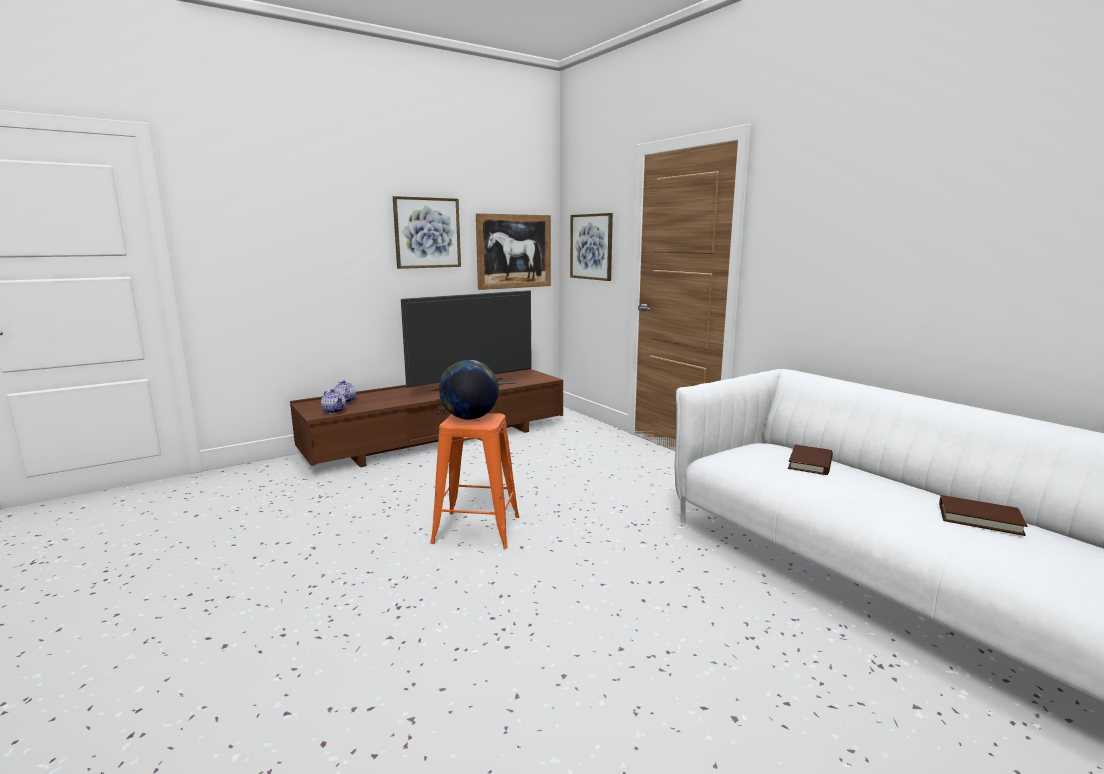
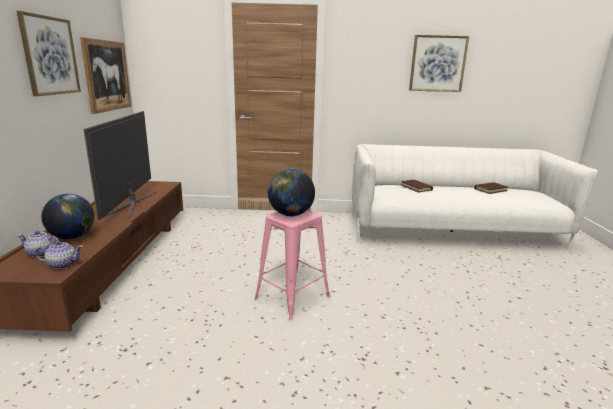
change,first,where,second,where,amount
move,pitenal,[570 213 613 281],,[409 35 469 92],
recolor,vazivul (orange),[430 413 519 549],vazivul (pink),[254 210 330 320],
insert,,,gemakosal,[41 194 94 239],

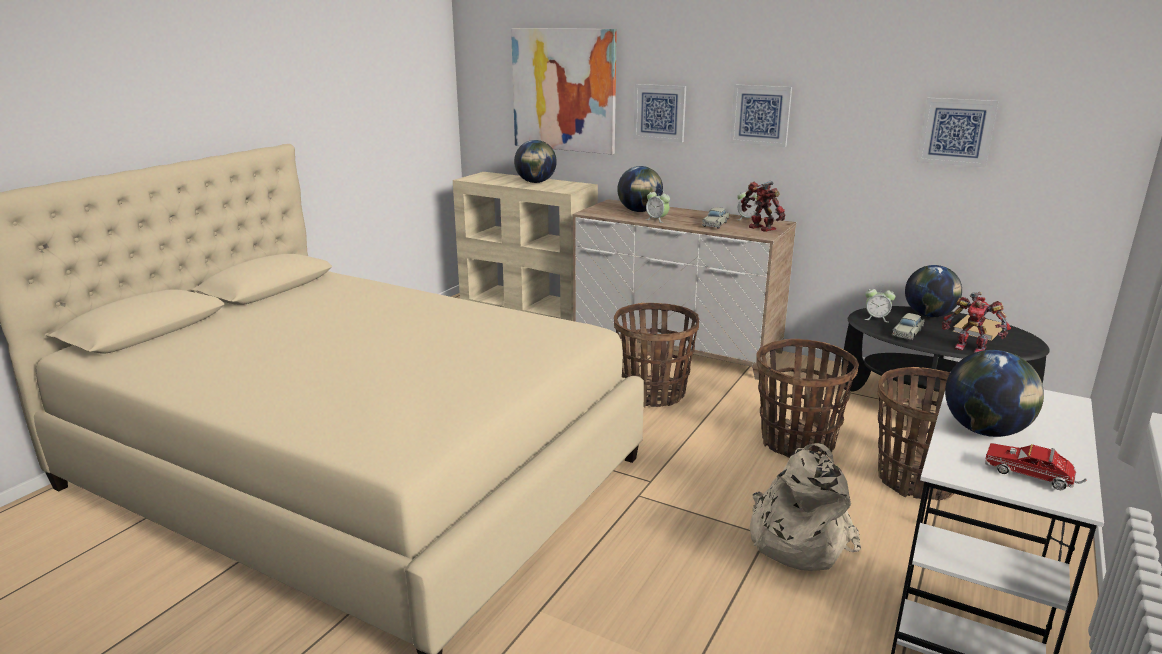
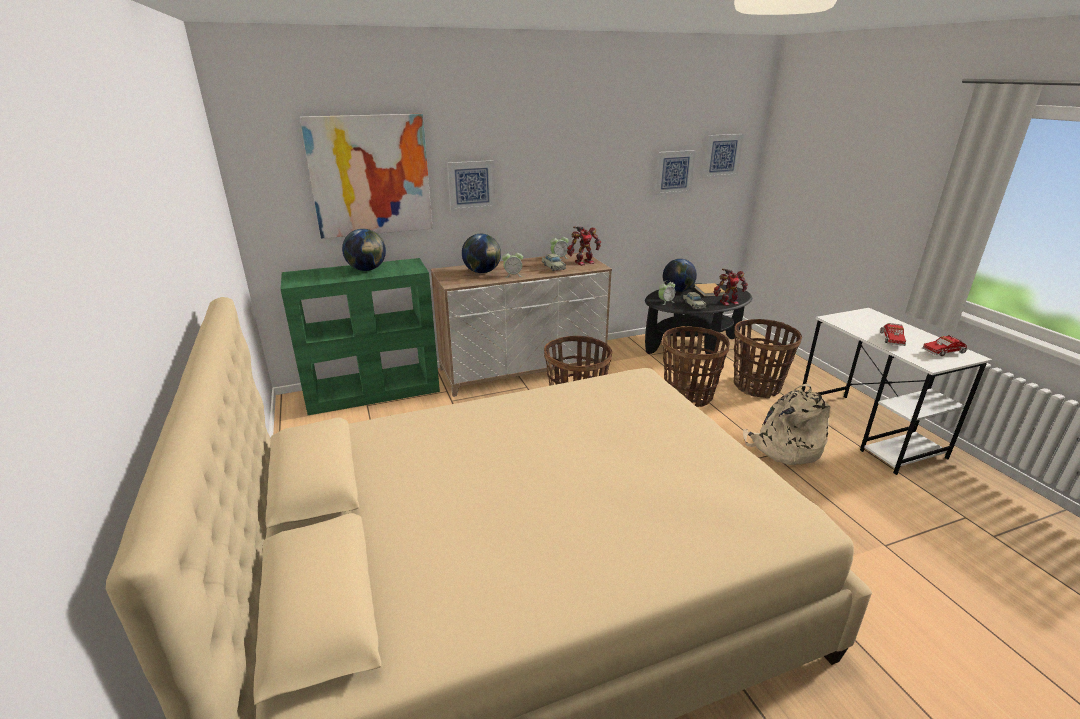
change,first,where,second,where,amount
move,pitenal,[730 85 792 147],,[703 134 744 178],
recolor,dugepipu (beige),[453 172 598 321],dugepipu (green),[281 258 440 415],
rotate,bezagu,[741 181 786 232],,[567 226 601 266],150 degrees clockwise
replace,gemakosal,[945 350 1044 437],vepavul,[880 323 906 346],

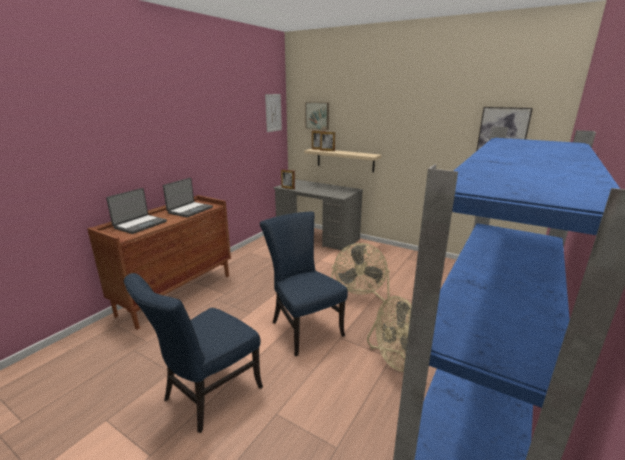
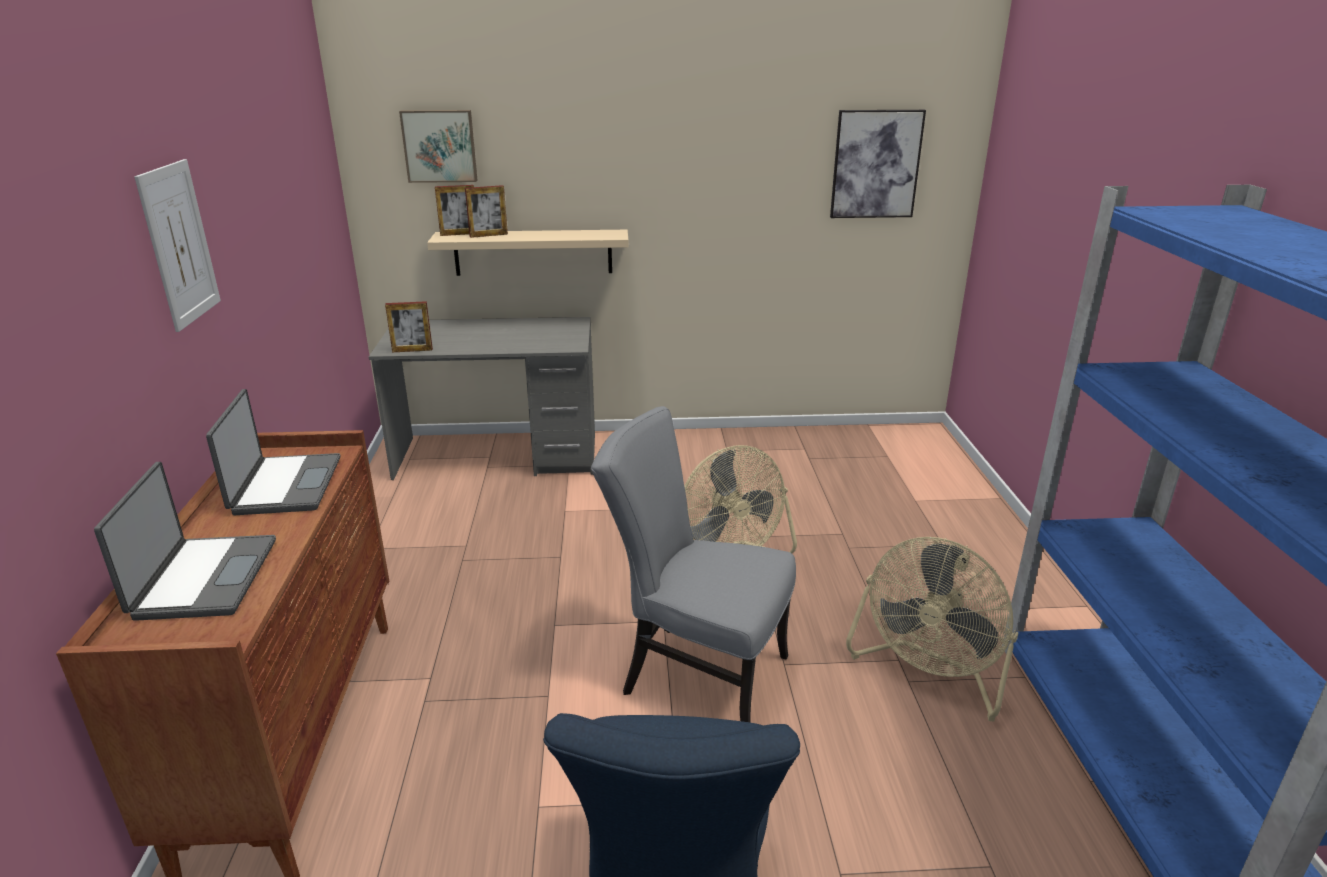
change,first,where,second,where,amount
move,pitenal,[265 94 282 132],,[134 159 221 332],
recolor,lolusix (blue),[260 211 348 356],lolusix (grey),[591 406 796 723],

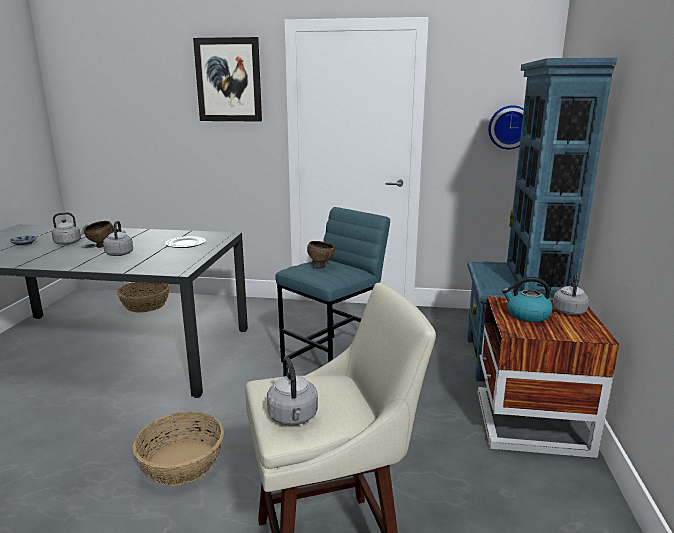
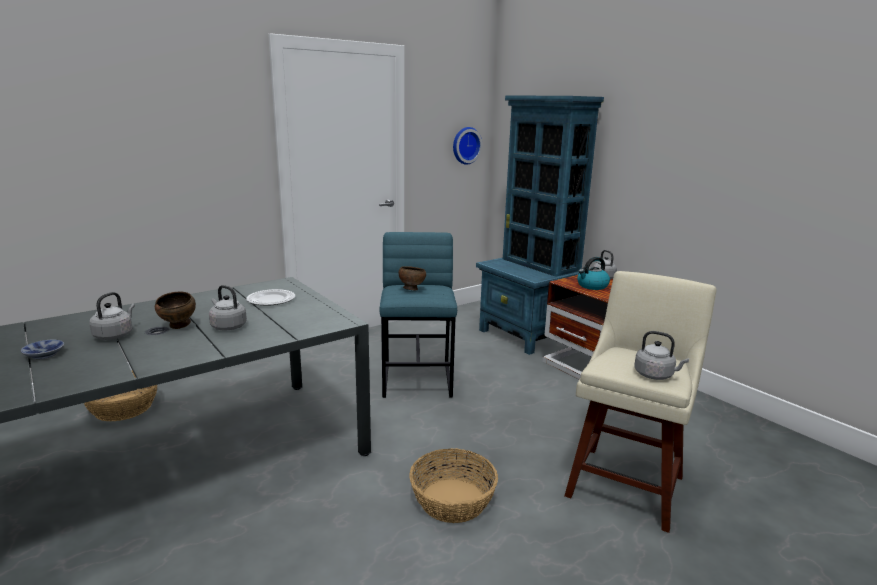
change,first,where,second,where,amount
delete,pitenal,[193 37 262 122],,,

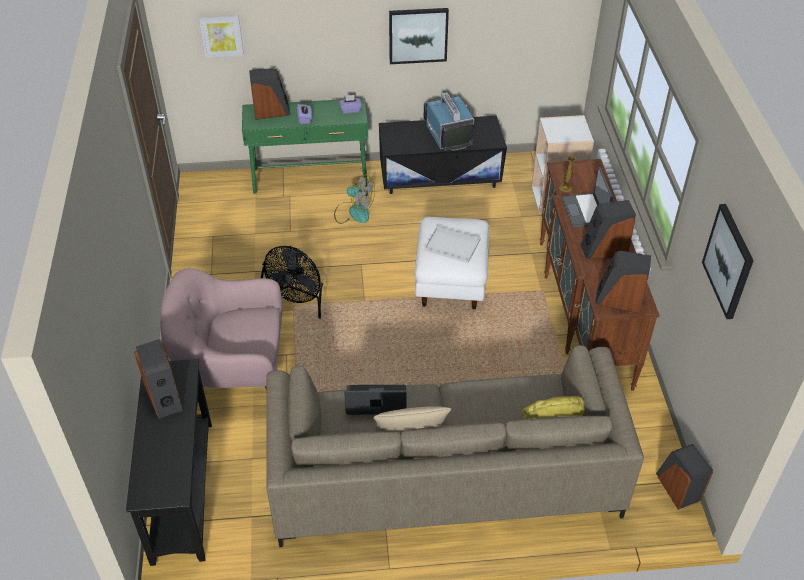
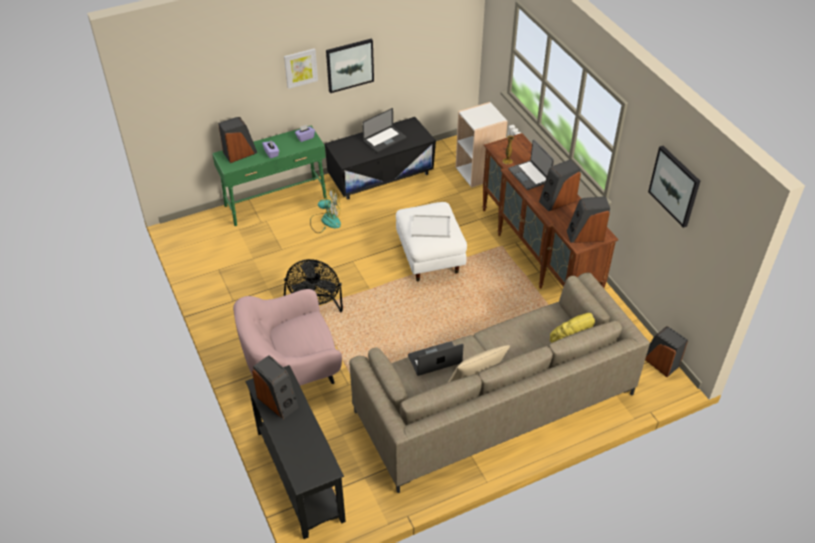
change,first,where,second,where,amount
move,pitenal,[199 15 244 58],,[284 48 318 89],
replace,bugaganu,[424 92 475 151],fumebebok,[362 108 407 153],

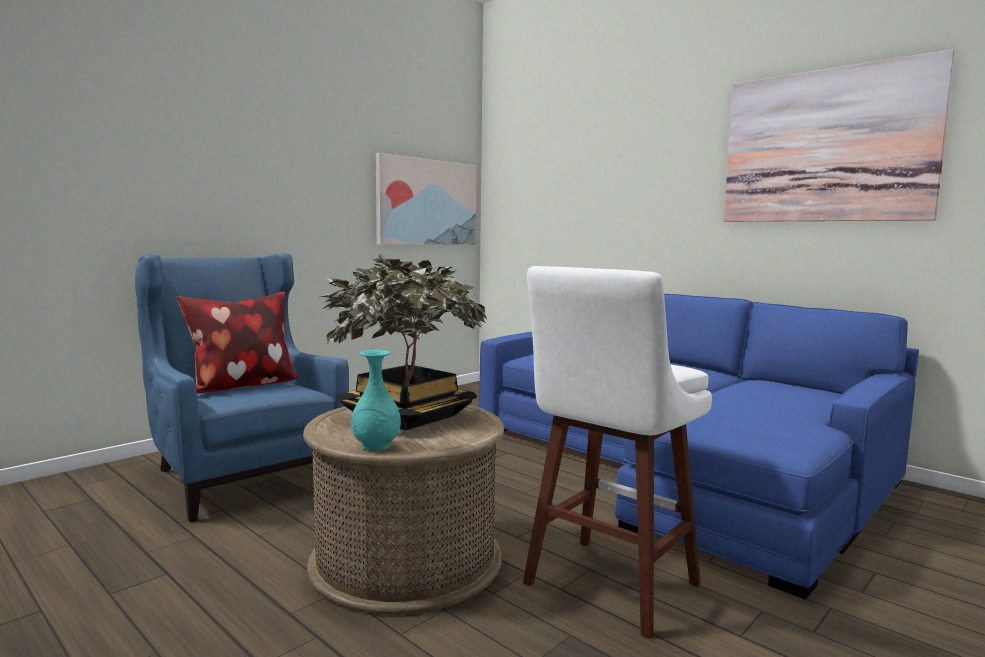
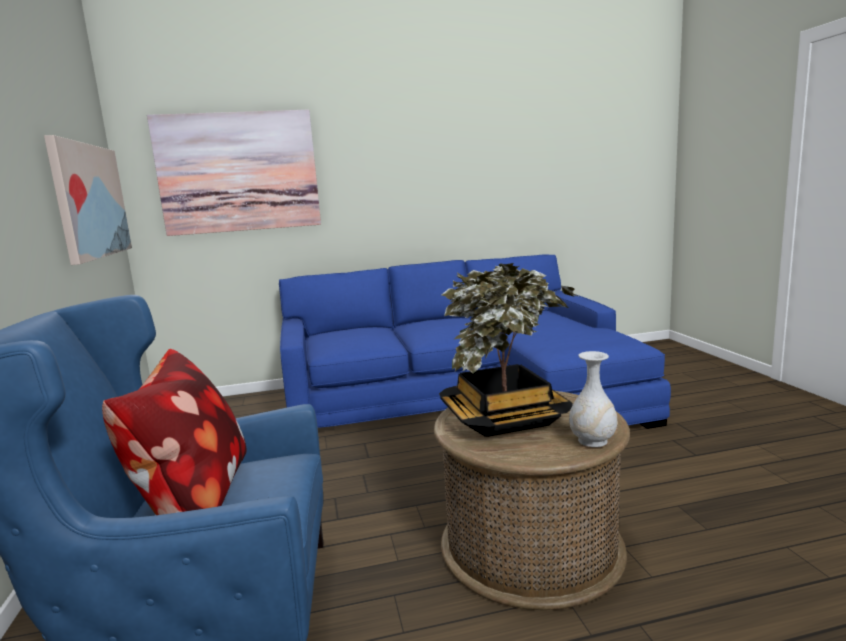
change,first,where,second,where,amount
move,pitenal,[724 49 955 222],,[147 110 321 236],
delete,vazivul (white),[523 266 712 639],,,
recolor,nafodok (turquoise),[351 350 401 451],nafodok (white),[569 351 617 447],

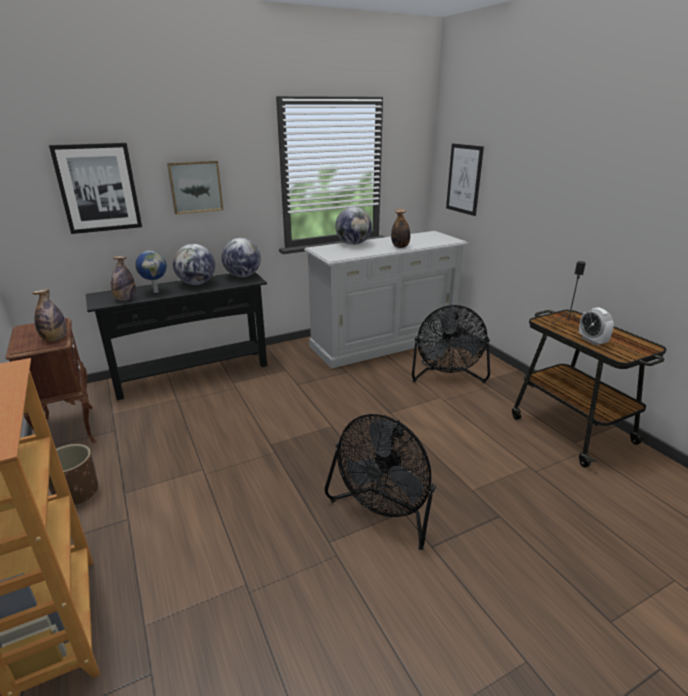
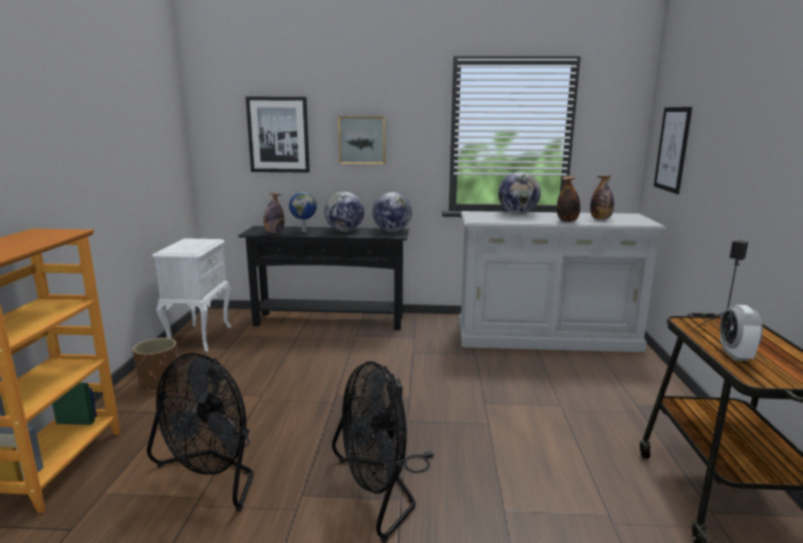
change,first,where,second,where,amount
move,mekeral,[33 289 67 341],,[590 176 614 220],
move,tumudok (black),[412 305 490 383],,[147 353 254 512],
recolor,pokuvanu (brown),[6 318 96 443],pokuvanu (white),[152 238 231 352],

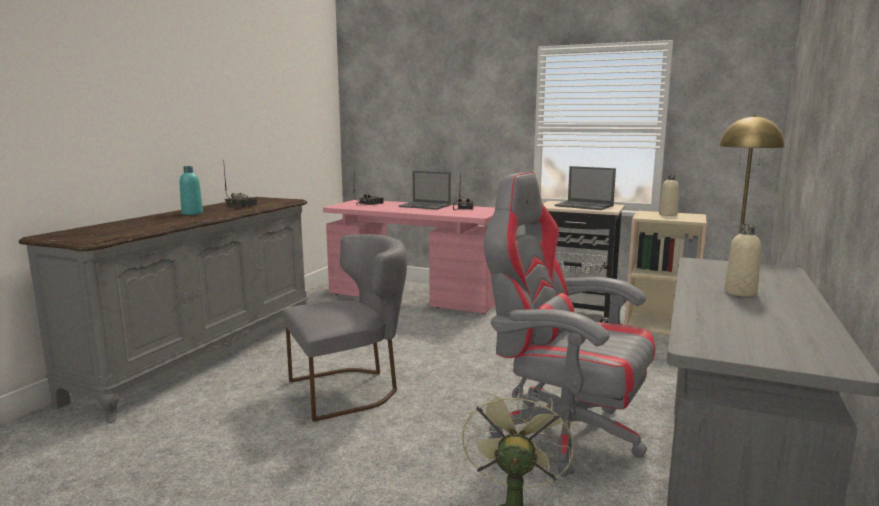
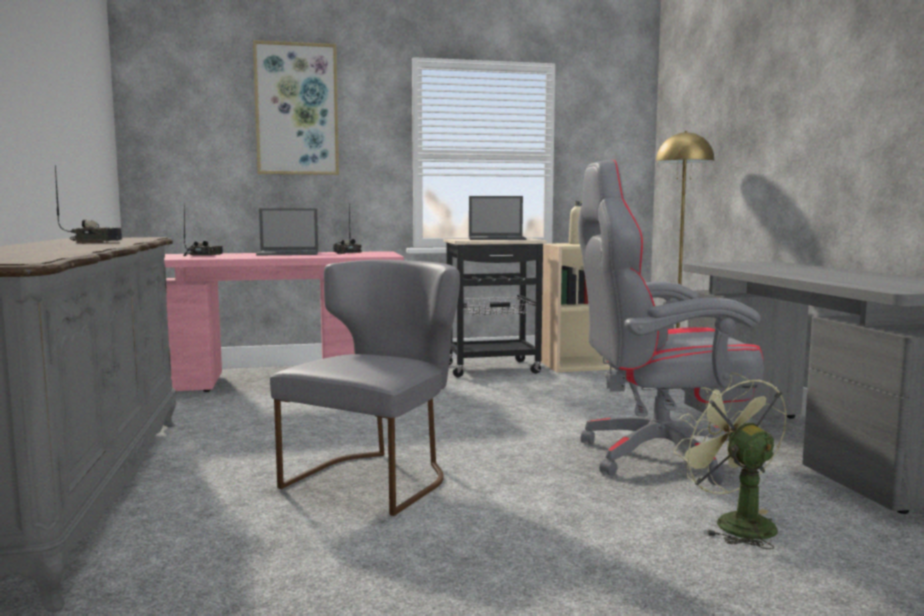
change,first,where,second,where,amount
delete,mekeral (turquoise),[179 166 203 215],,,
delete,mekeral (beige),[724 224 761 297],,,
insert,,,pitenal,[253 40 339 175],

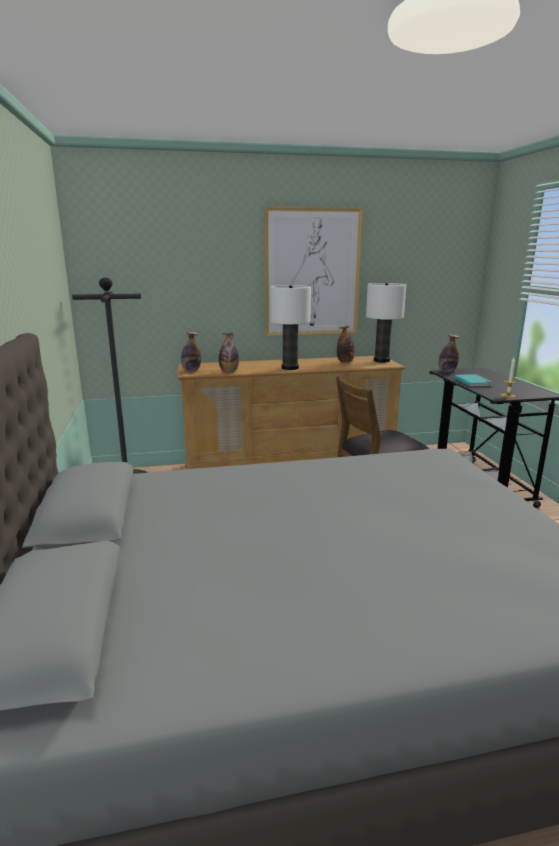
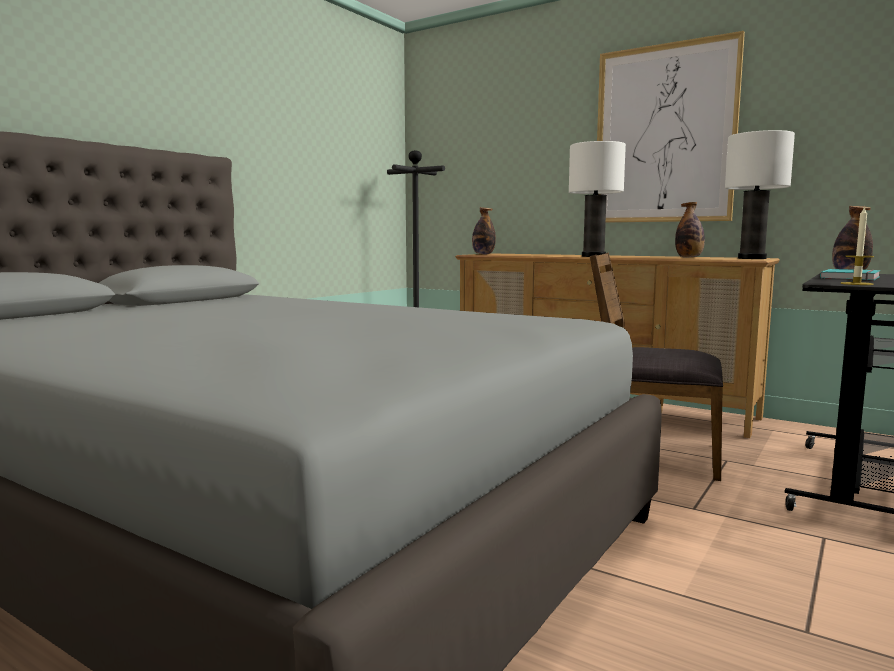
change,first,where,second,where,amount
delete,mekeral,[219 333 239 372],,,

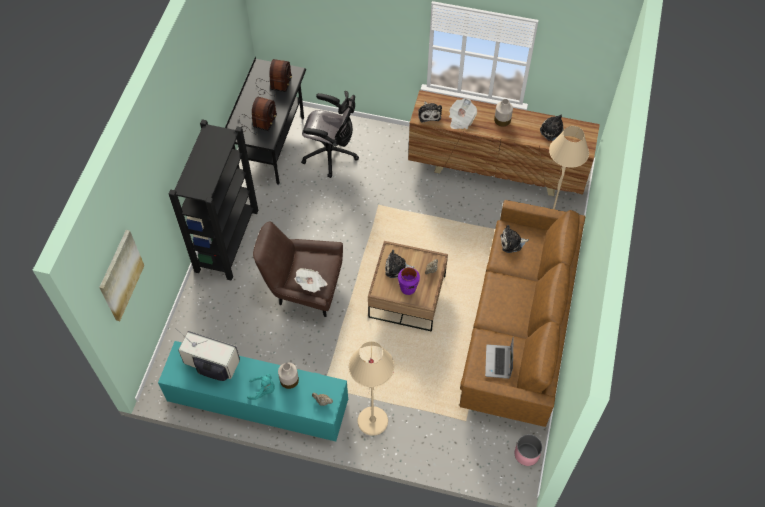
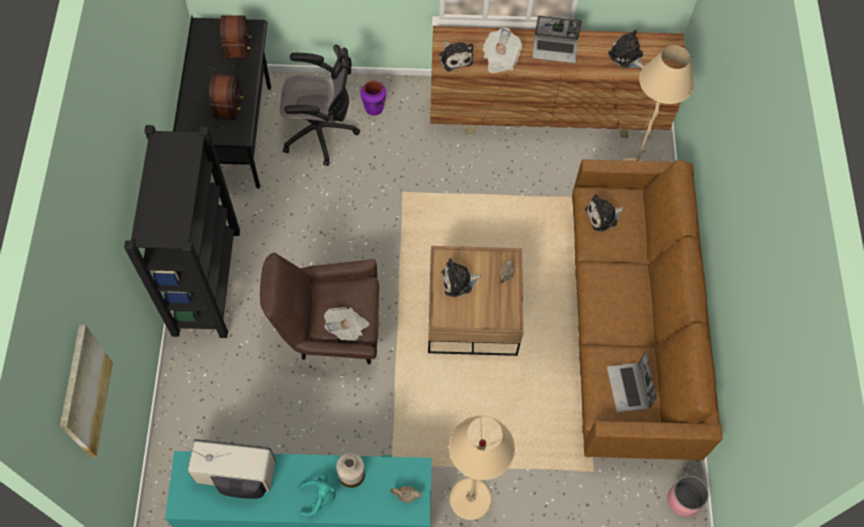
change,first,where,second,where,amount
replace,nafodok (beige),[494 99 513 127],fumebebok,[532 15 582 63],
move,nafodok (purple),[398 267 420 295],,[360 81 386 116],

